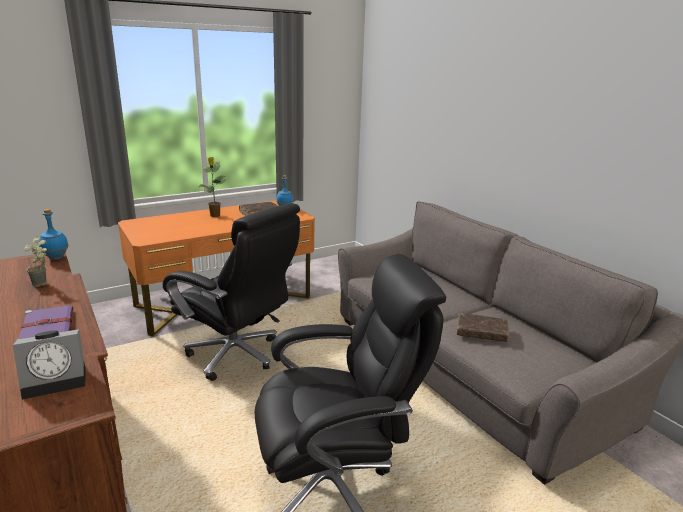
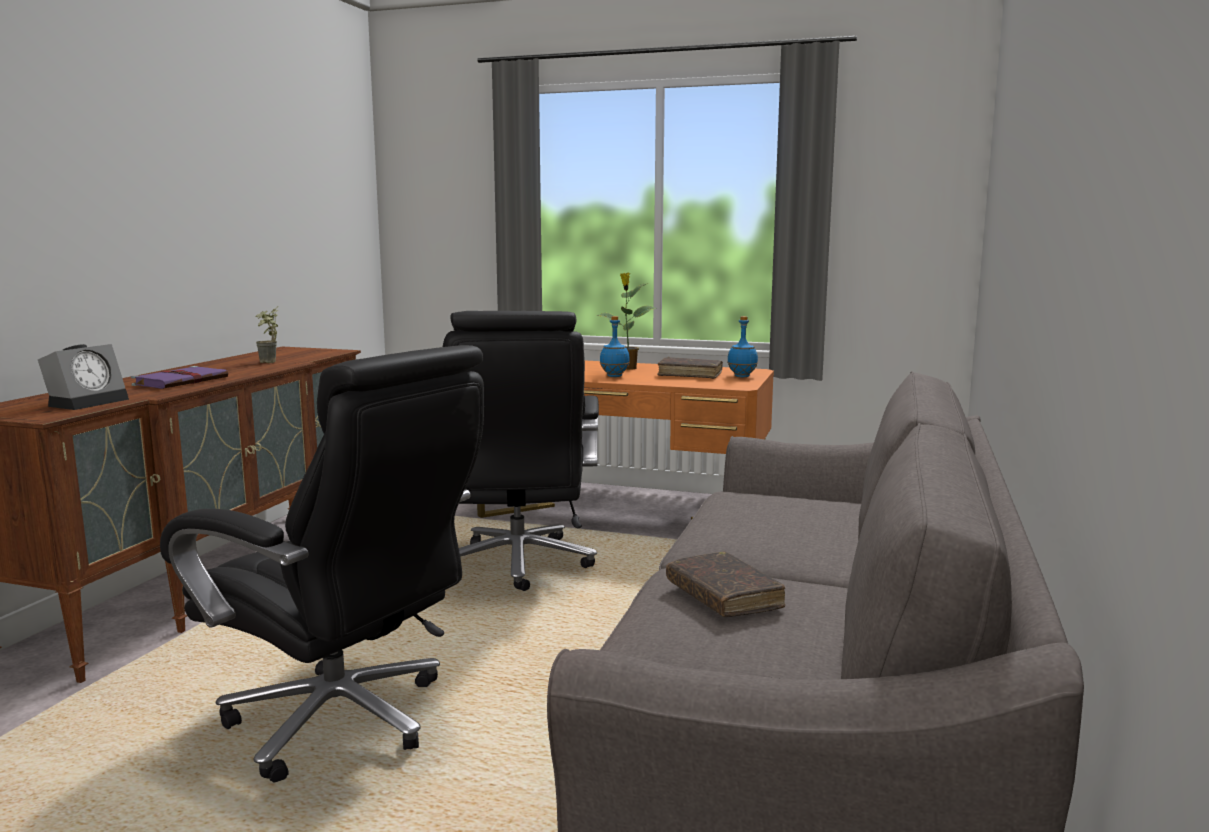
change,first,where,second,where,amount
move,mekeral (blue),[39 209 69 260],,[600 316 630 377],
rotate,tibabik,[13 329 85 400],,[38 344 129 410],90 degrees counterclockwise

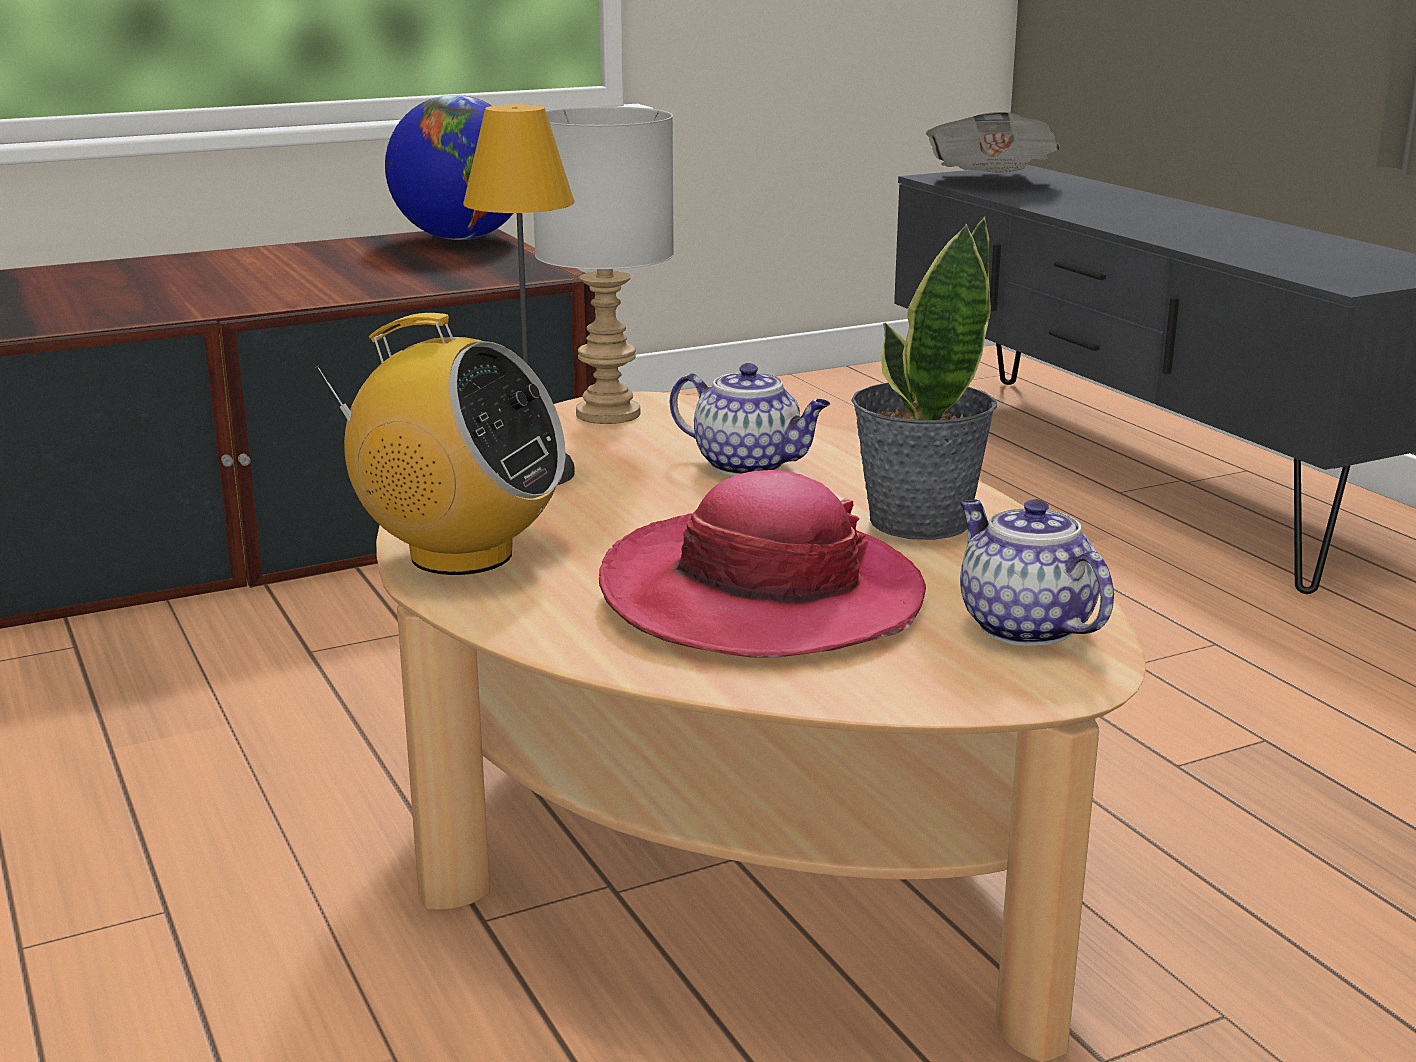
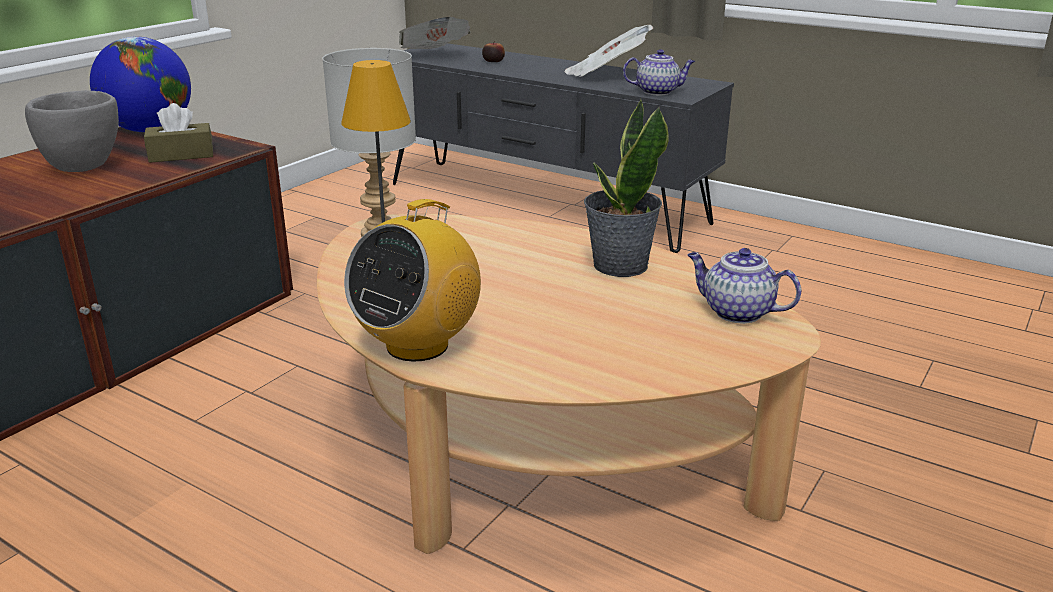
change,first,where,second,where,amount
rotate,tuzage,[315 313 566 575],,[344 199 481 362],135 degrees clockwise
move,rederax,[670 363 830 476],,[623 49 695 95],
delete,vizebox,[599 470 926 658],,,
insert,,,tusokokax,[564 25 653 77],
insert,,,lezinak,[482 41 505 62],
insert,,,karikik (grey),[25 90 119 172],
insert,,,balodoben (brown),[144 103 213 163],

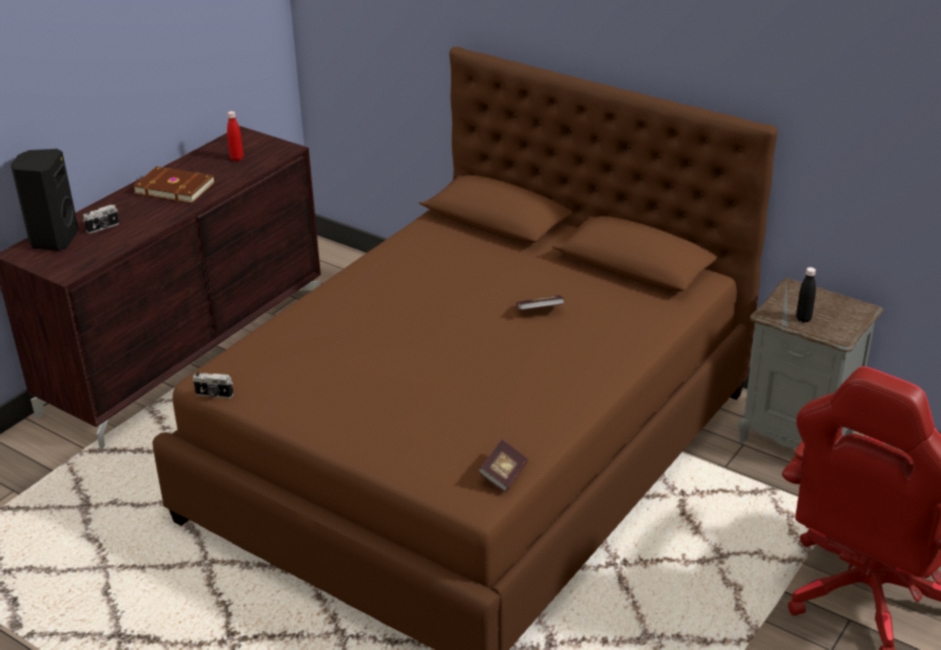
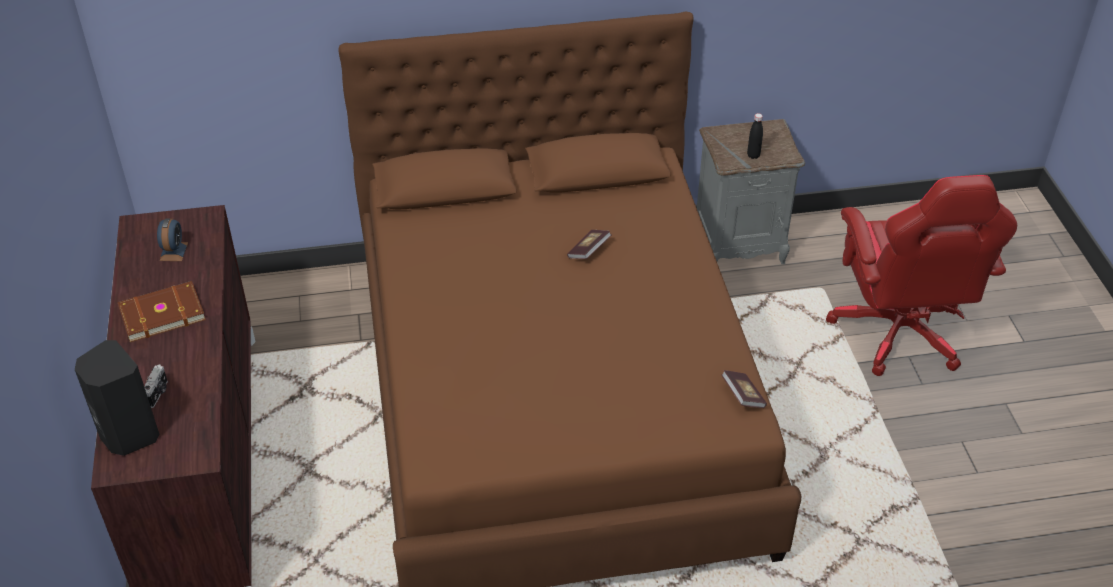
change,first,where,second,where,amount
replace,mekeral (red),[227 111 244 161],tibabik,[157 218 188 261],
delete,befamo,[193 372 234 398],,,

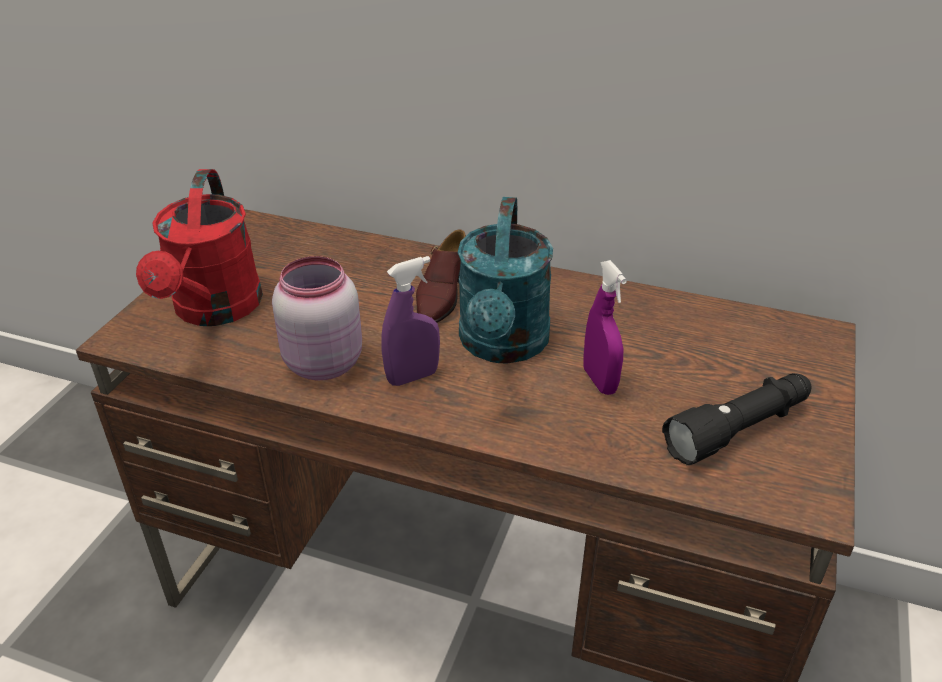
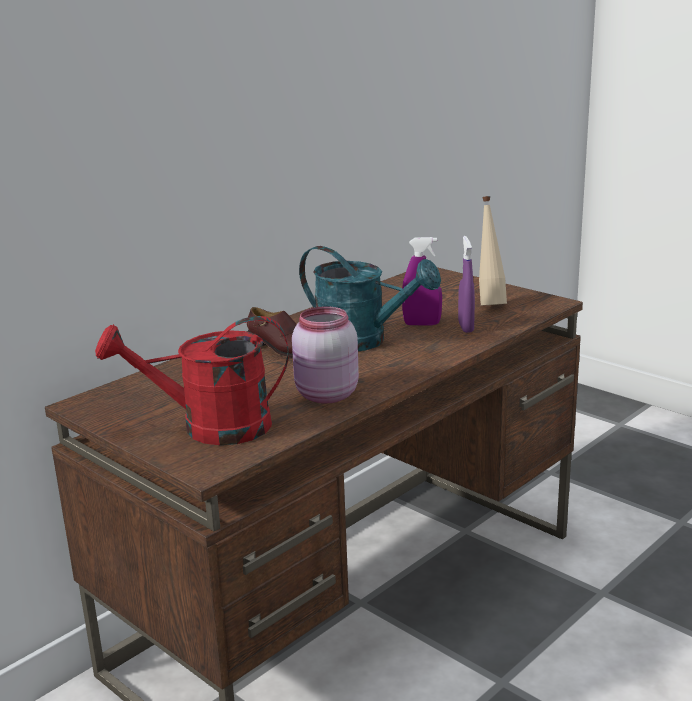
change,first,where,second,where,amount
rotate,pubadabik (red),[136 169 263 326],,[95 316 289 445],150 degrees clockwise
move,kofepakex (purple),[381 256 440 386],,[458 236 475 333],
replace,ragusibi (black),[662 373 812 465],mekeral (beige),[479 196 507 306],

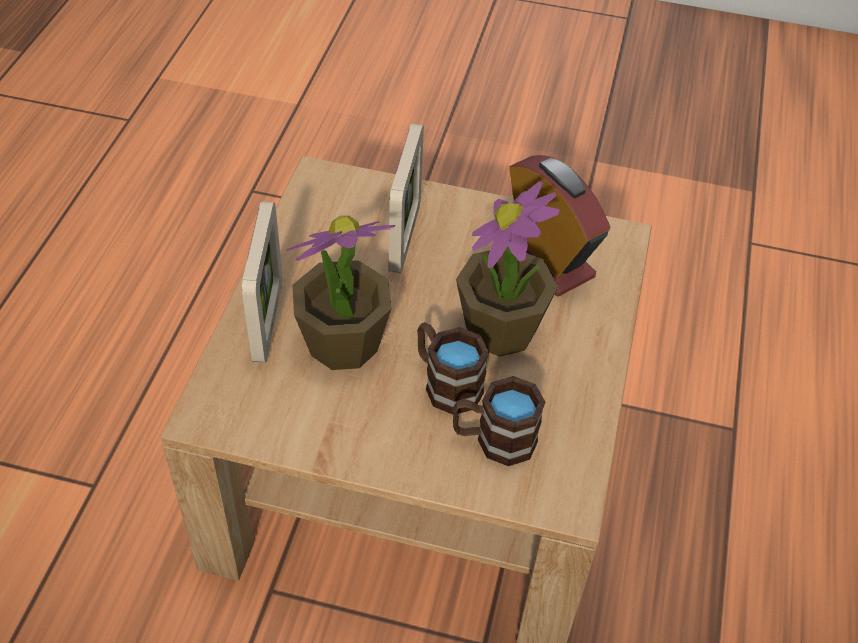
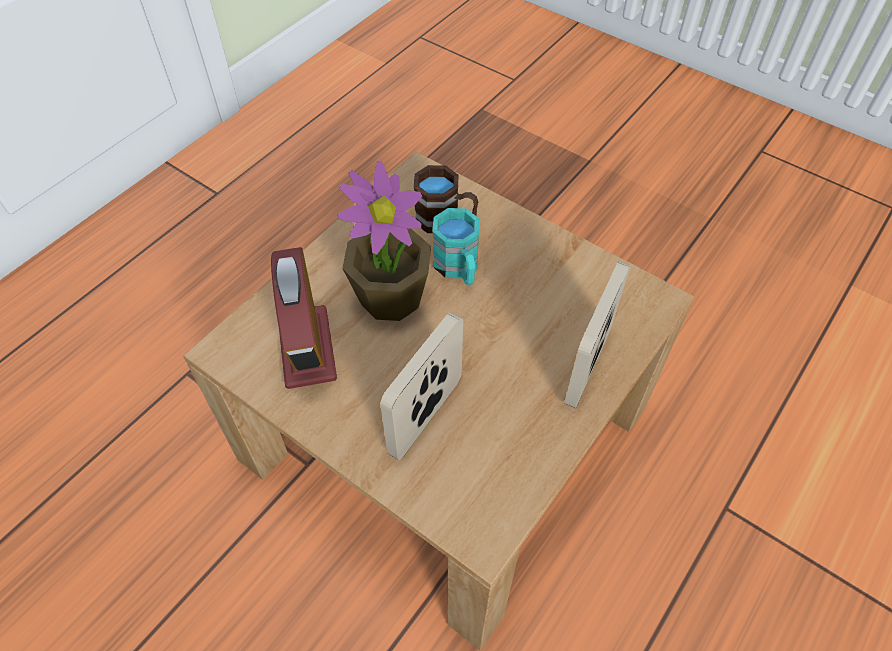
change,first,where,second,where,amount
delete,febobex,[286 216 395 370],,,
recolor,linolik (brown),[417 322 489 414],linolik (turquoise),[432 208 480 285],

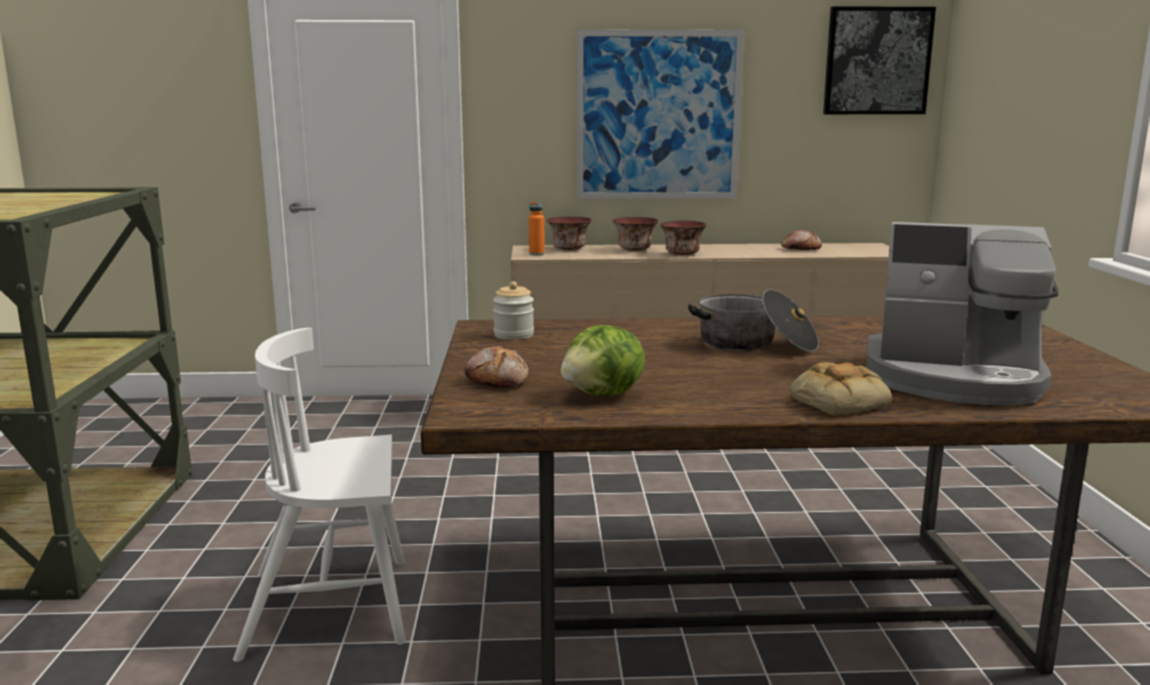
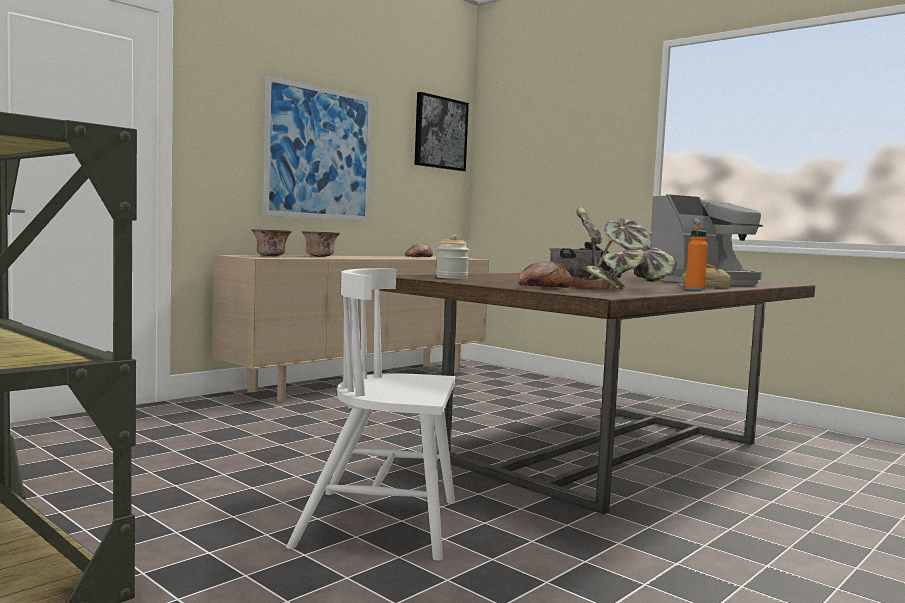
change,first,where,second,where,amount
move,mekeral (orange),[529 202 545 255],,[685 226 708 290],
delete,karikik,[660 220 707 255],,,
replace,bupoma,[561 325 645 396],febobex,[571 206 677 289],
rotate,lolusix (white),[233 328 406 662],,[286 268 455 561],60 degrees clockwise

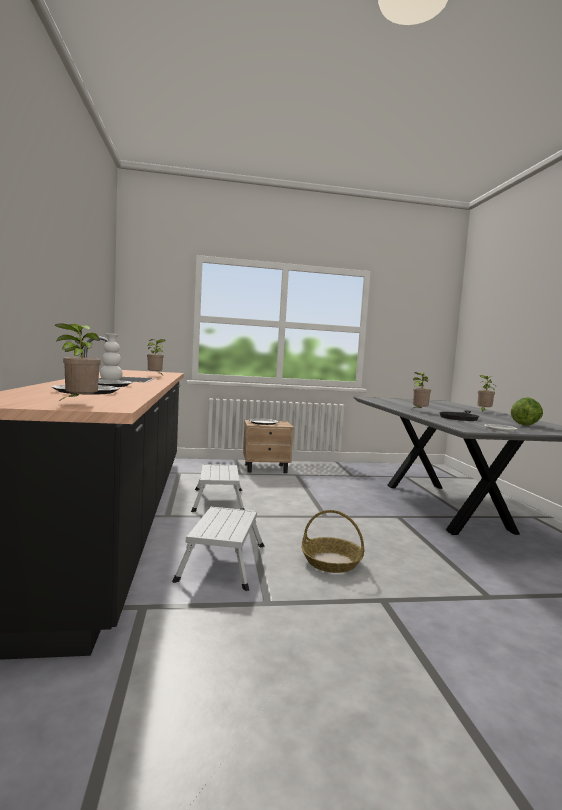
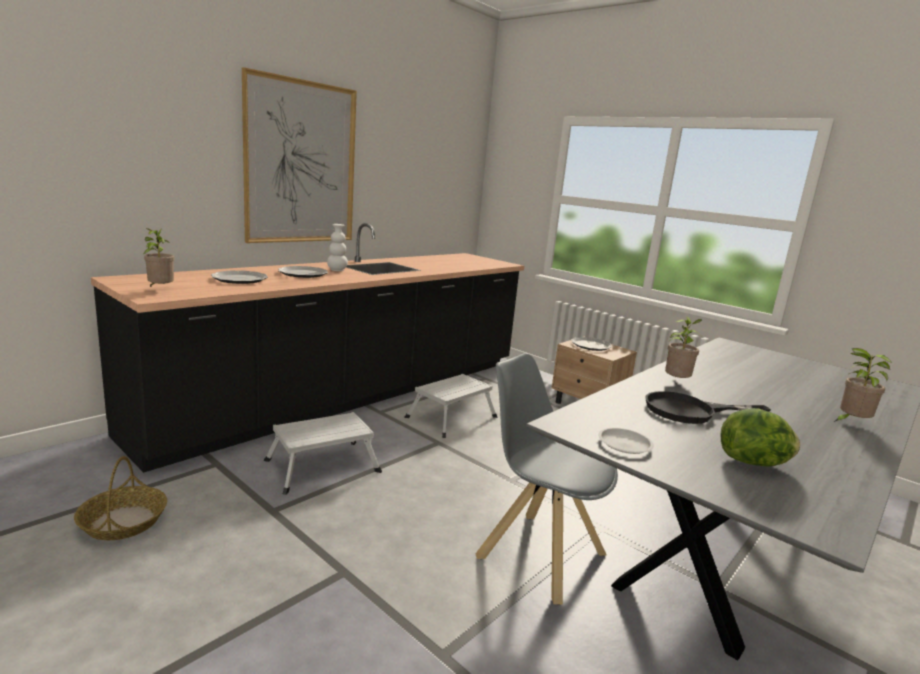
change,first,where,second,where,amount
delete,febobex,[147 339 165 374],,,
move,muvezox,[302 510 364 573],,[74 456 167 540],
insert,,,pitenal,[242 67 357 243],
insert,,,lolusix (grey),[476 353 618 605],

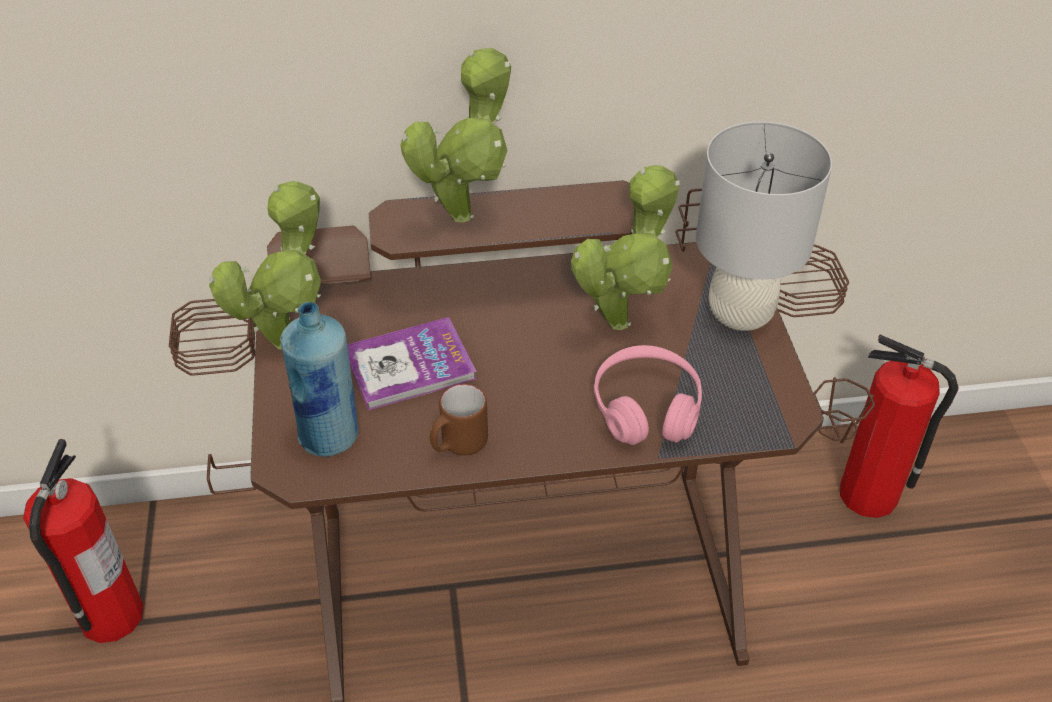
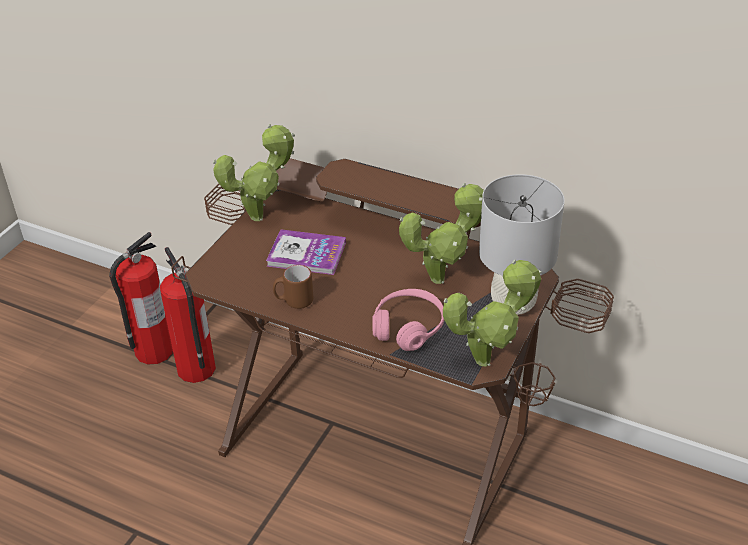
change,first,where,second,where,amount
move,febobex,[400 48 511 223],,[443 259 541 366],
delete,mekeral (blue),[280 302 359 457],,,
move,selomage,[840 335 959 518],,[160 247 216 383],

